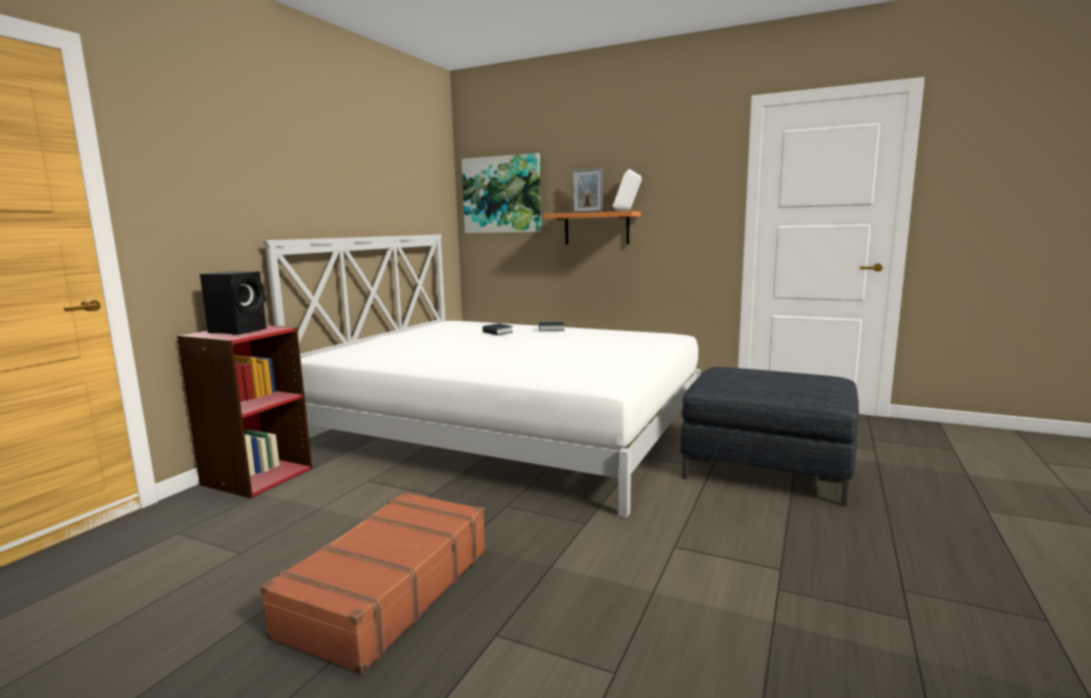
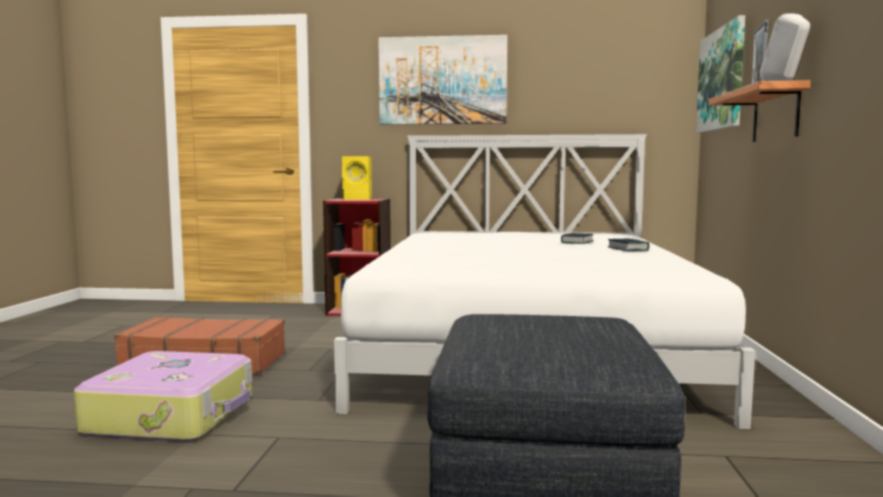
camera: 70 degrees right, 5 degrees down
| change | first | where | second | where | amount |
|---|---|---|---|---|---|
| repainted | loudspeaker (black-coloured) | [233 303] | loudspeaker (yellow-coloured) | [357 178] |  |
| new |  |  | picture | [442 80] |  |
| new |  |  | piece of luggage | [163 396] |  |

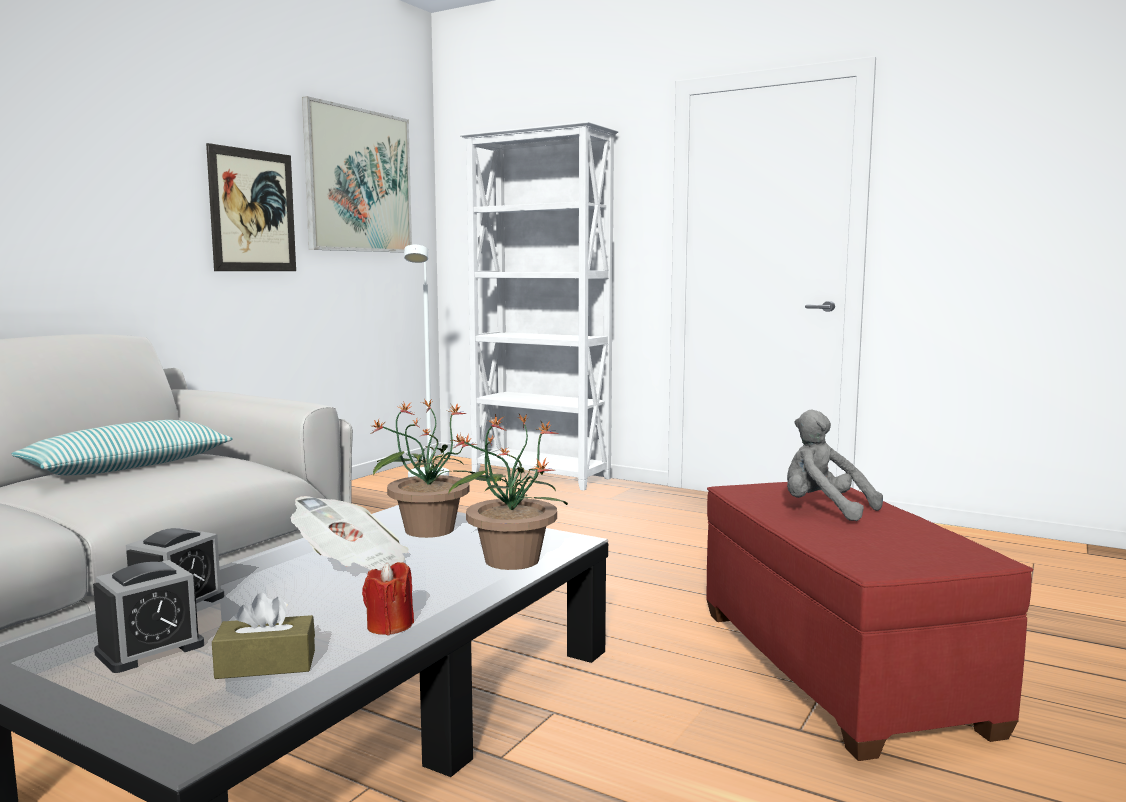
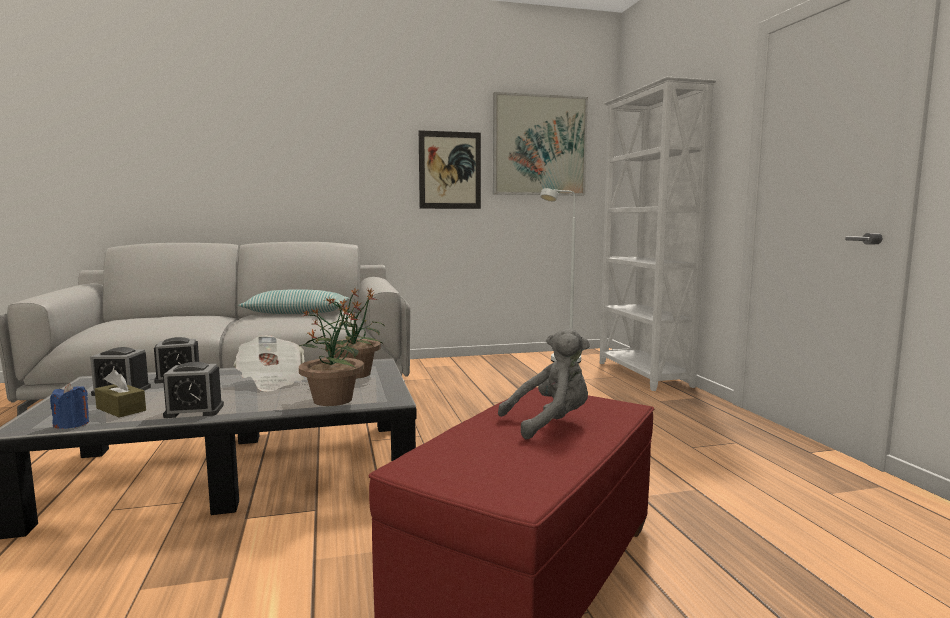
camera: 45 degrees right, 0 degrees up
| change | first | where | second | where | amount |
|---|---|---|---|---|---|
| rotated | soft toy (gray) | [835 465] |  | [544 384] | 75 degrees clockwise |
| swapped | wax candle (reddish) | [388 598] | table clock | [193 390] |  |
| new |  |  | wax candle (blue-coloured) | [69 406] |  |

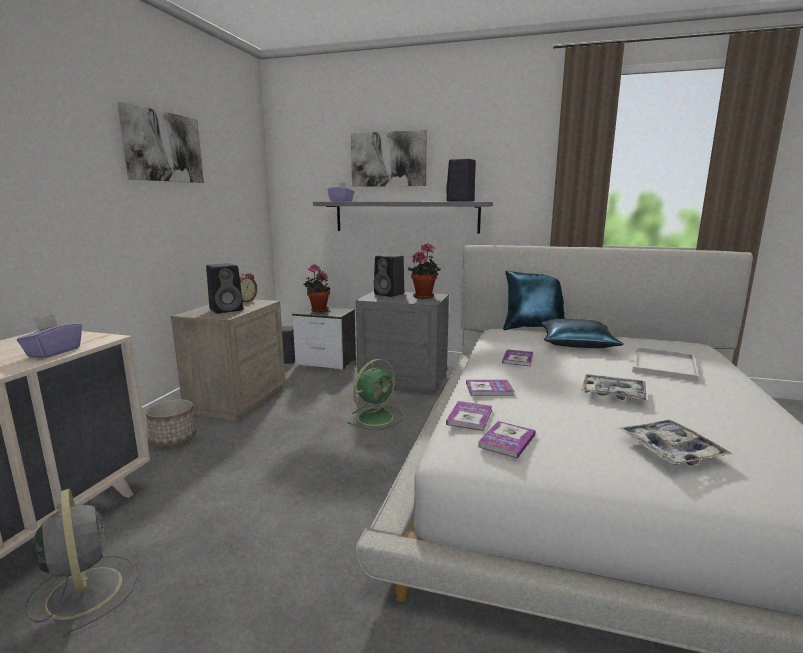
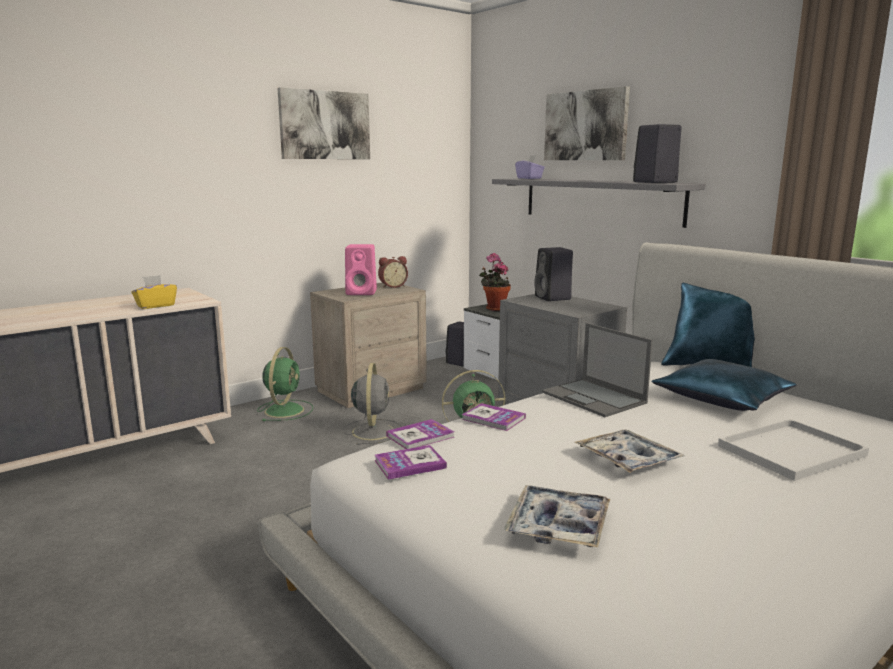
camera: 35 degrees right, 0 degrees up
| change | first | where | second | where | amount |
|---|---|---|---|---|---|
| gone | houseplant | [424 271] |  |  |  |
| repainted | loudspeaker (black-coloured) | [224 288] | loudspeaker (pink) | [361 269] |  |
| repainted | tissue holder (purple) | [49 336] | tissue holder (yellow-coloured) | [154 292] |  |
| swapped | book | [517 357] | laptop | [597 370] |  |
| swapped | planter | [171 423] | fan (green) | [285 384] |  |
| shifted | fan (gray) | [80 563] |  | [372 404] |  |

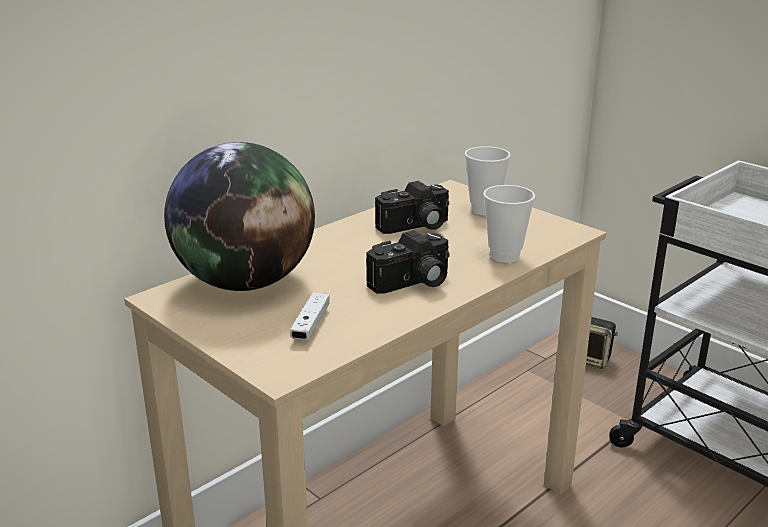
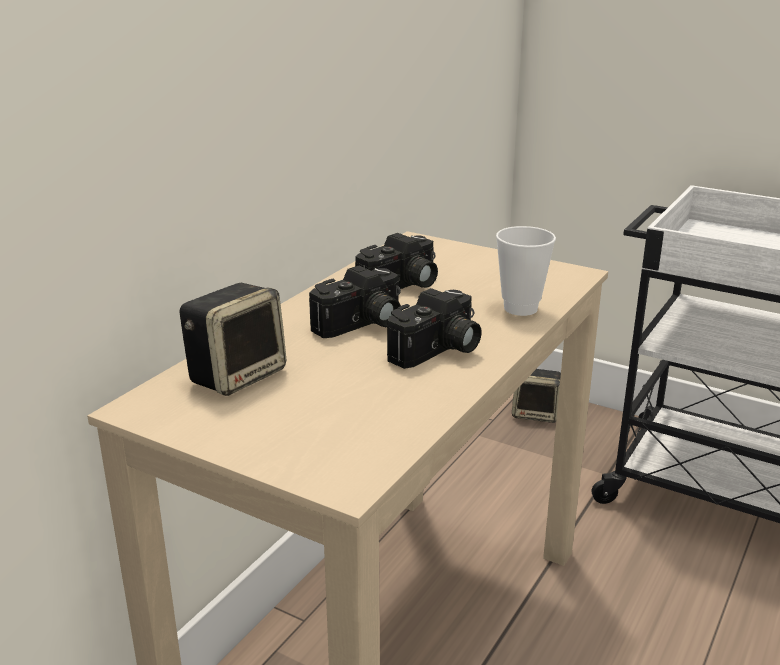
camera: 15 degrees left, 0 degrees up
| change | first | where | second | where | amount |
|---|---|---|---|---|---|
| swapped | world globe | [239 216] | loudspeaker | [233 339] |  |
| gone | cup | [488 180] |  |  |  |
| gone | gamepad (white) | [310 316] |  |  |  |
| new |  |  | photo camera | [355 302] |  |

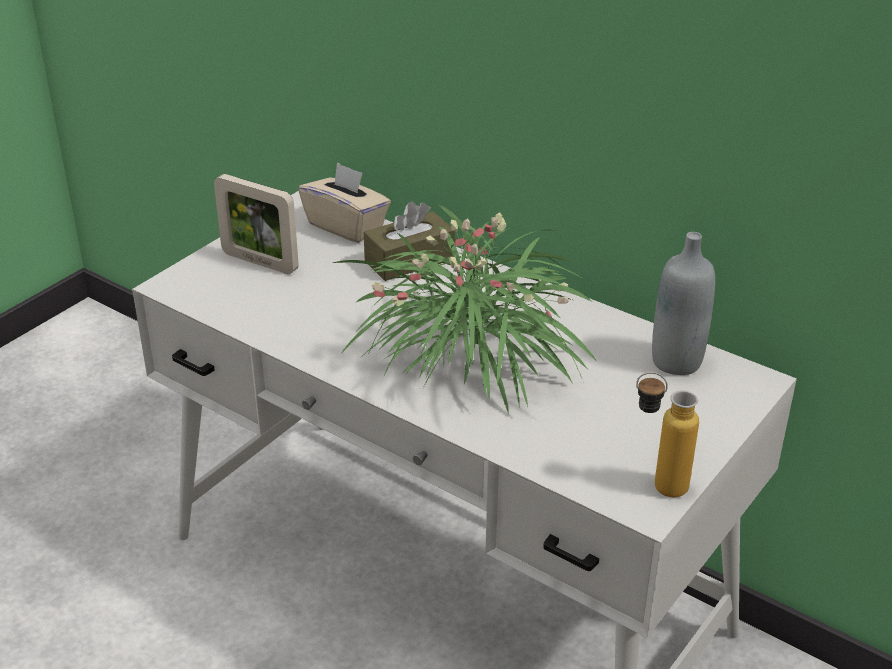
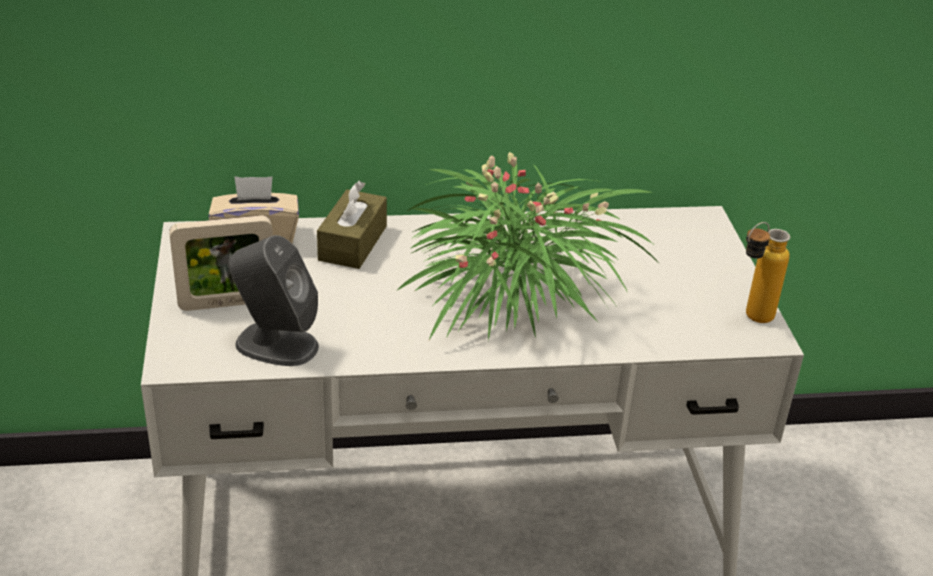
camera: 45 degrees left, 0 degrees up
| change | first | where | second | where | amount |
|---|---|---|---|---|---|
| gone | drink bottle (gray) | [683 303] |  |  |  |
| new |  |  | loudspeaker (gray) | [273 300] |  |

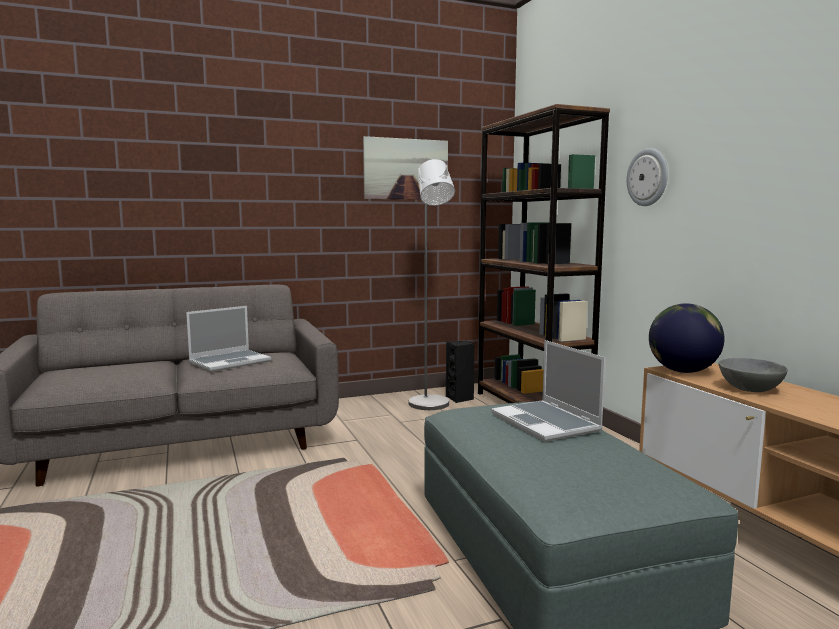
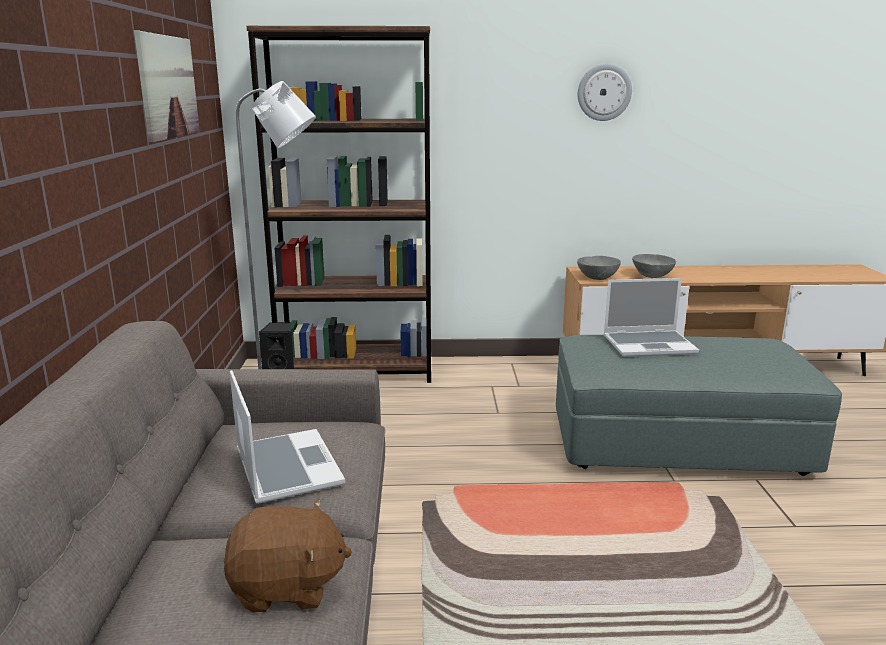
camera: 70 degrees left, 10 degrees up
| change | first | where | second | where | amount |
|---|---|---|---|---|---|
| shifted | hanging clock | [647 177] |  | [605 92] |  |
| swapped | world globe | [686 338] | deep dish (gray) | [599 268] |  |
| new |  |  | soft toy (brown) | [288 556] |  |

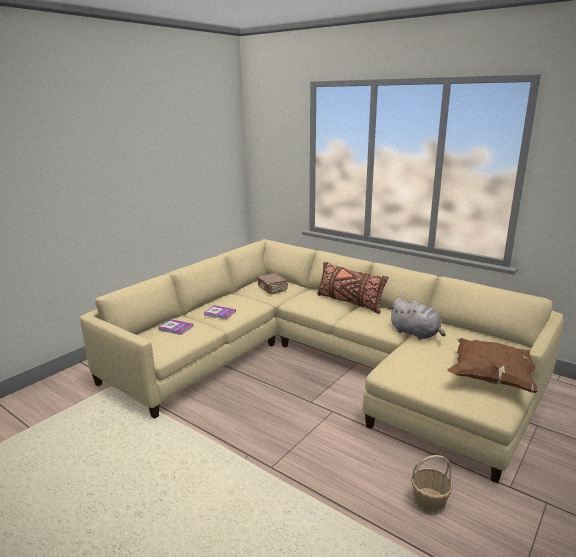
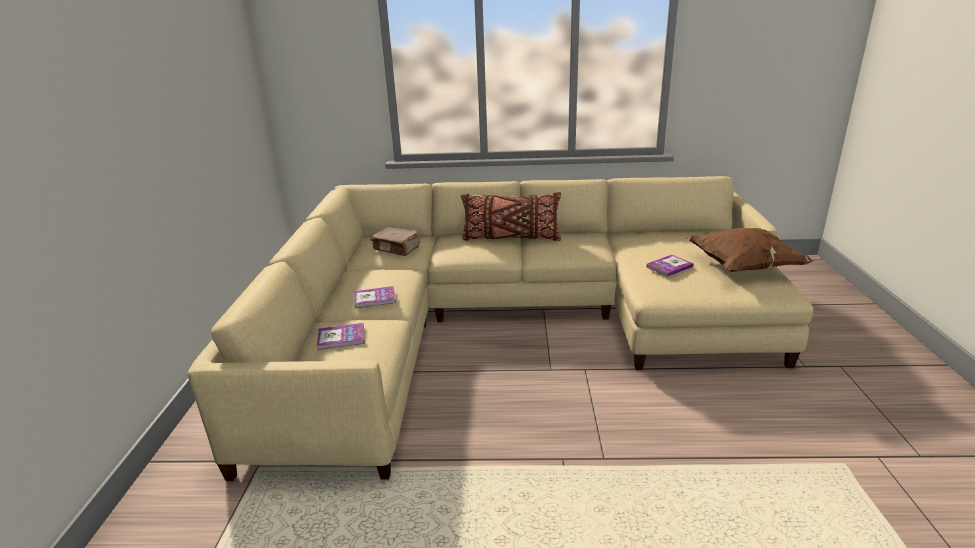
camera: 35 degrees left, 5 degrees up
| change | first | where | second | where | amount |
|---|---|---|---|---|---|
| gone | soft toy (gray) | [417 319] |  |  |  |
| gone | storage basket | [432 485] |  |  |  |
| new |  |  | book | [669 266] |  |

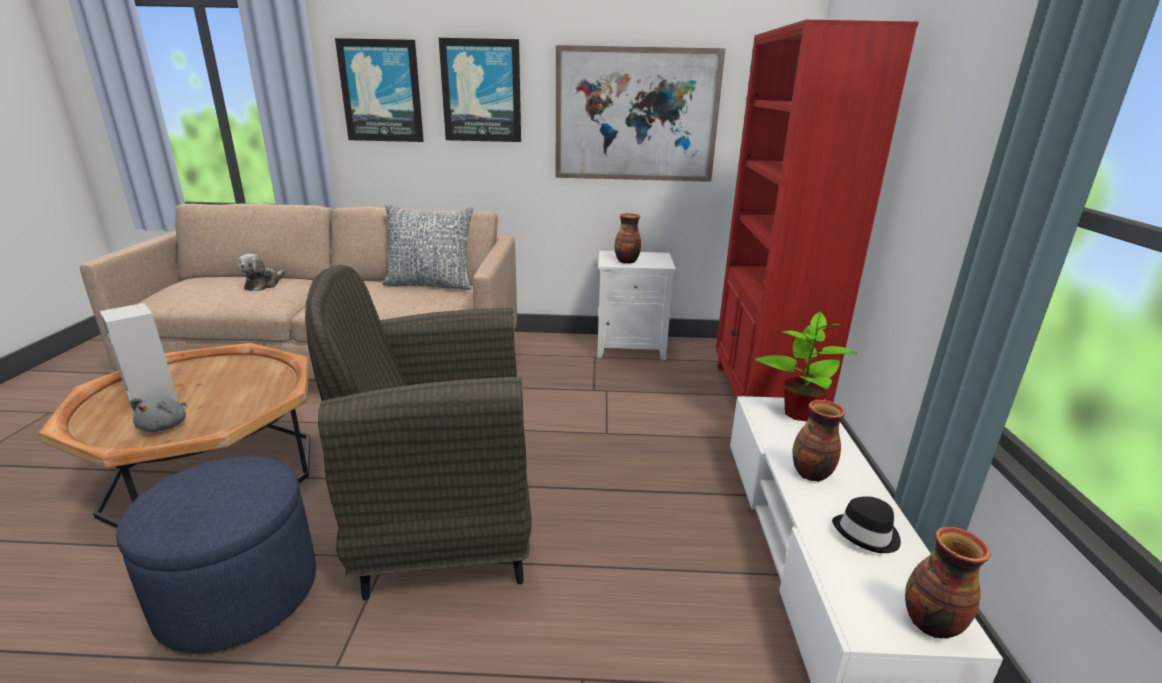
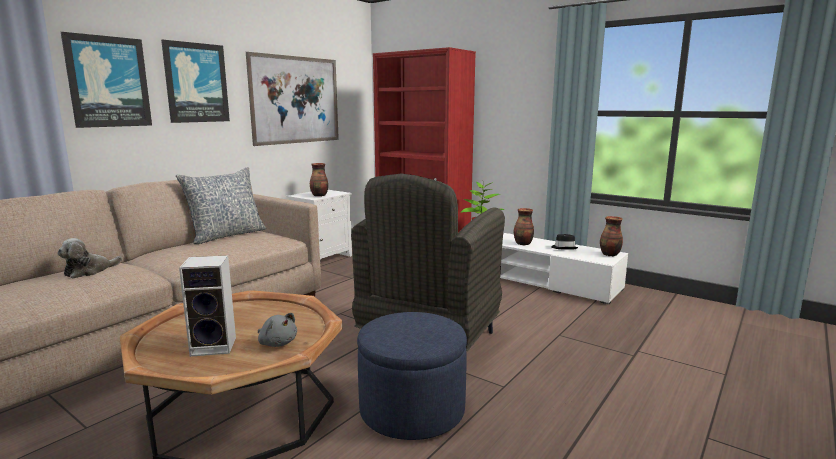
camera: 55 degrees left, 10 degrees down
| change | first | where | second | where | amount |
|---|---|---|---|---|---|
| rotated | soft toy | [261 272] |  | [89 258] | 75 degrees clockwise |

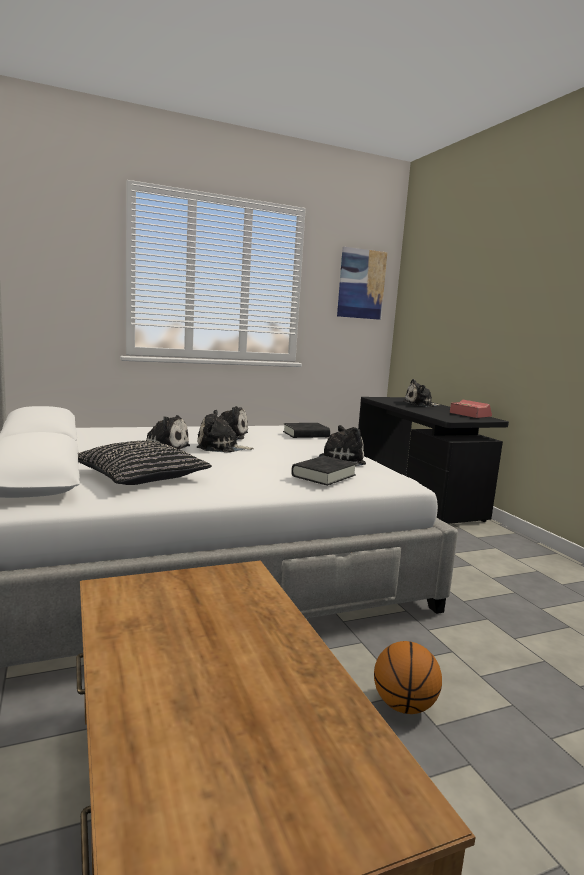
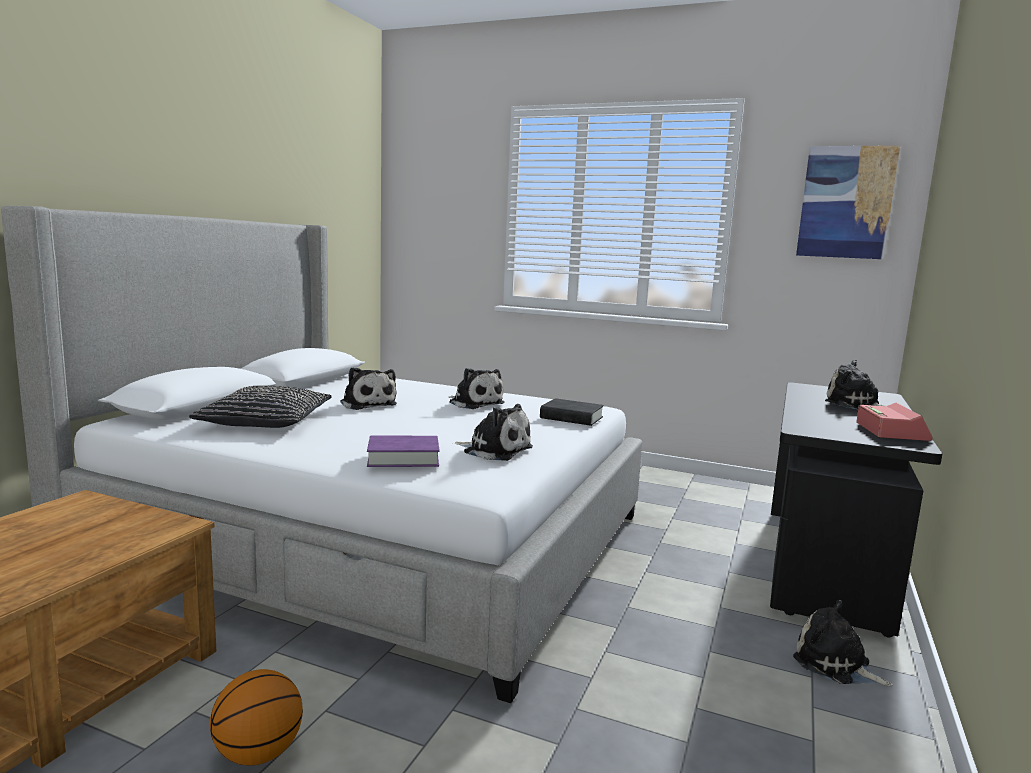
camera: 45 degrees right, 0 degrees up
| change | first | where | second | where | amount |
|---|---|---|---|---|---|
| shifted | soft toy | [225 431] |  | [843 643] |  |
| repainted | book (black-coloured) | [324 471] | book (purple) | [403 451] |  |

